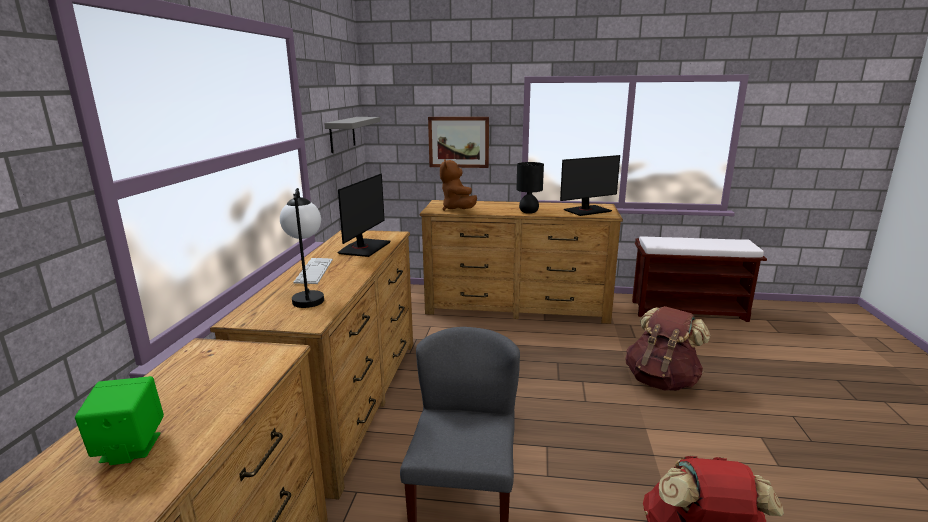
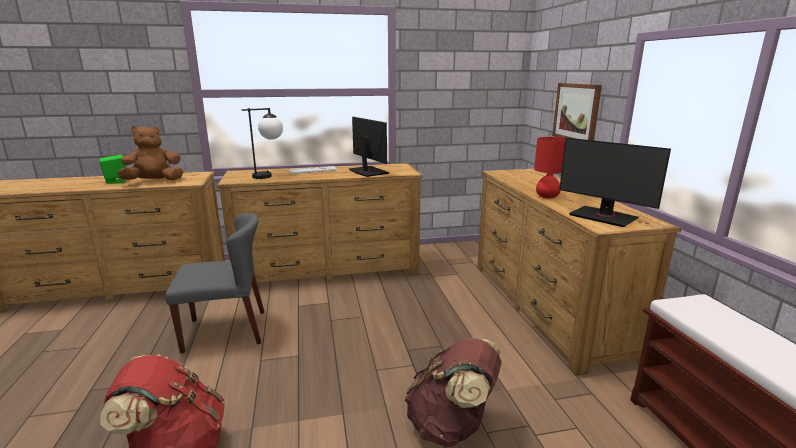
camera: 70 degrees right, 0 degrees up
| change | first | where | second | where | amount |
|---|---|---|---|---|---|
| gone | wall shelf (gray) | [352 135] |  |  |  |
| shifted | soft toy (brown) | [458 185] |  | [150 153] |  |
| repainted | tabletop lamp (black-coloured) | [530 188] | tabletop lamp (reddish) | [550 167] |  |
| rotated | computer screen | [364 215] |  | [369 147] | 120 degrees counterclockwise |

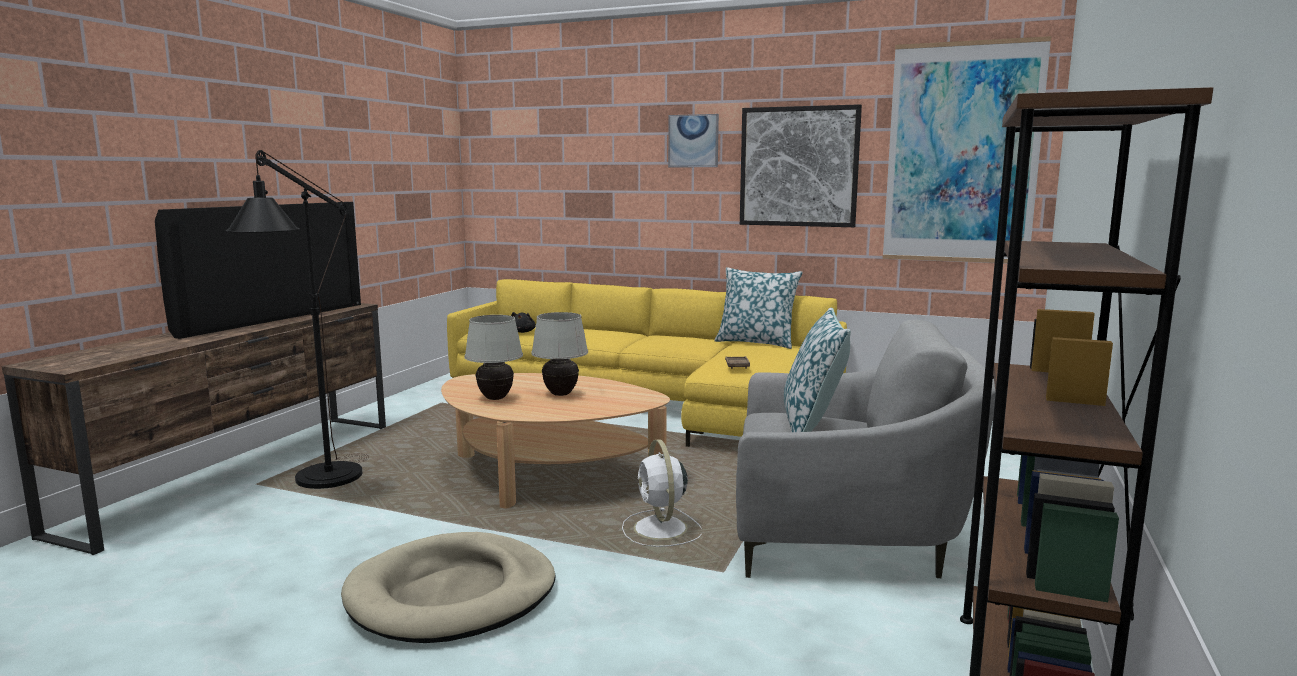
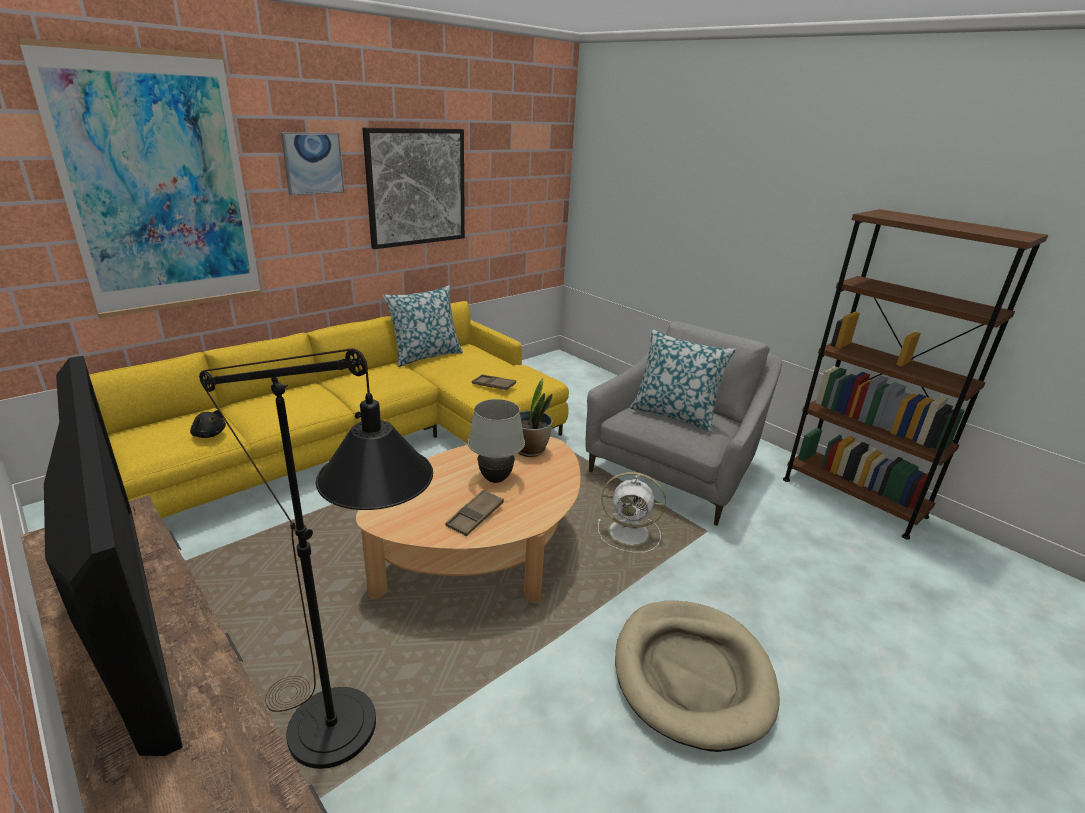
camera: 65 degrees left, 15 degrees up
| change | first | where | second | where | amount |
|---|---|---|---|---|---|
| shifted | picture | [966 149] |  | [140 178] |  |
| swapped | tabletop lamp (white) | [494 357] | carrying tray (brown) | [475 513] |  |
| new |  |  | houseplant | [535 417] |  |

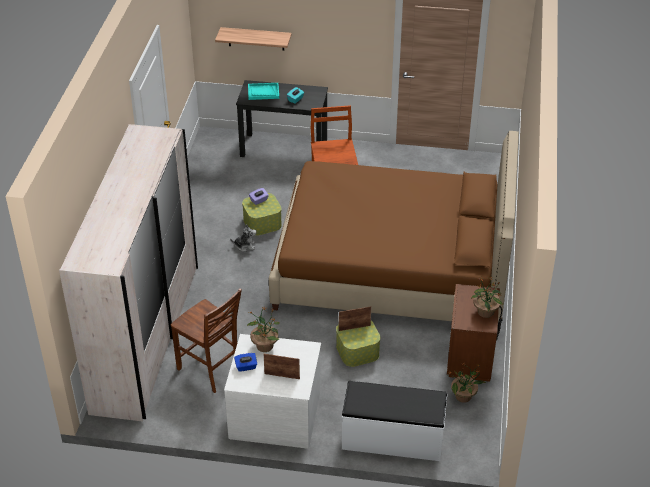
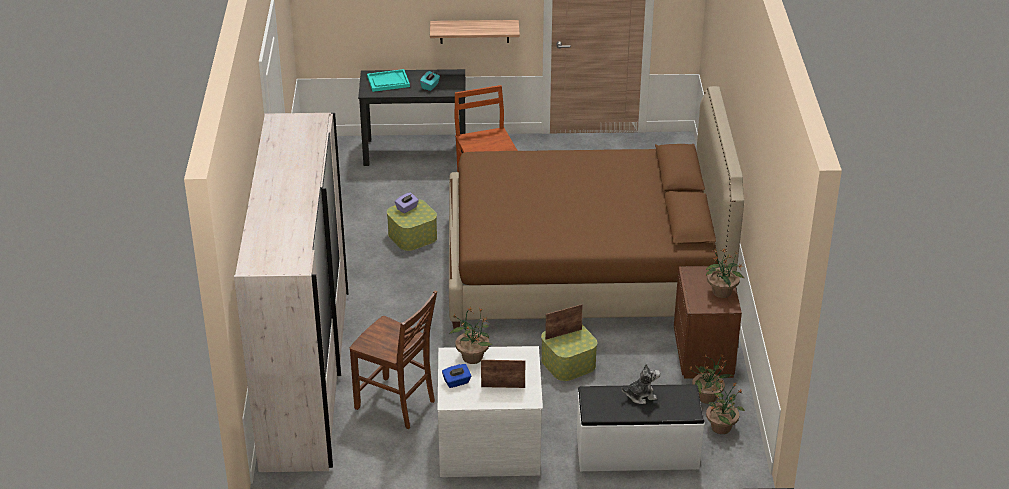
camera: 10 degrees left, 5 degrees down
| change | first | where | second | where | amount |
|---|---|---|---|---|---|
| shifted | wall shelf | [253 39] |  | [475 32] |  |
| shifted | soft toy | [243 238] |  | [641 383] |  |
| new |  |  | houseplant | [725 407] |  |

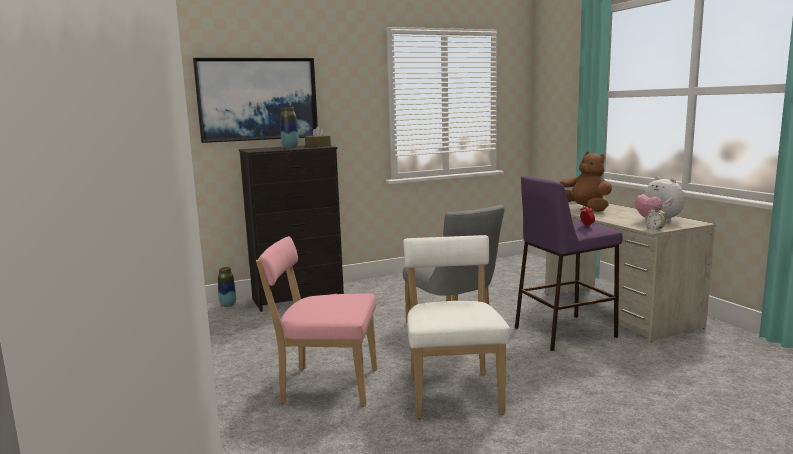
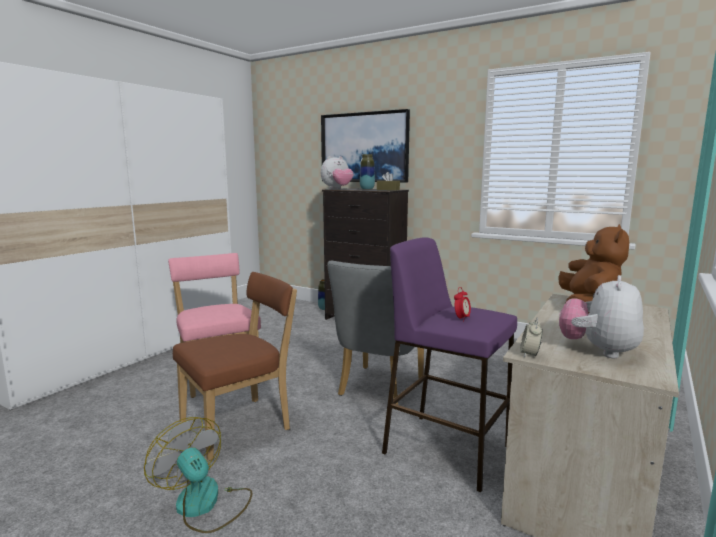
camera: 55 degrees right, 0 degrees up
| change | first | where | second | where | amount |
|---|---|---|---|---|---|
| repainted | chair (white) | [456 327] | chair (brown) | [235 366] |  |
| new |  |  | soft toy | [337 172] |  |
| new |  |  | fan | [198 475] |  |

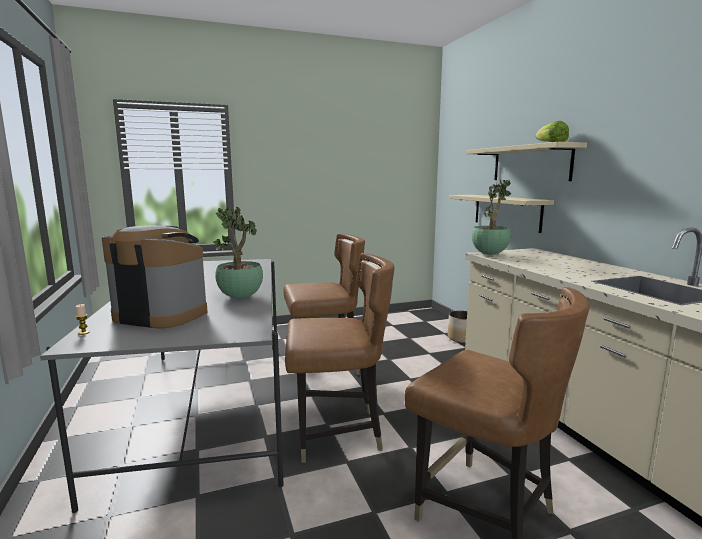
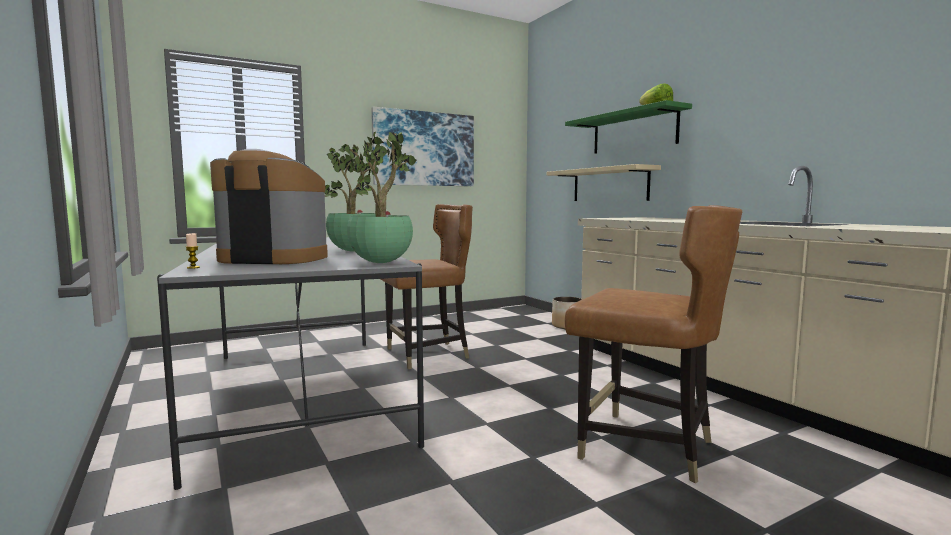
camera: 10 degrees left, 5 degrees down
| change | first | where | second | where | amount |
|---|---|---|---|---|---|
| repainted | wall shelf (beige-coloured) | [526 161] | wall shelf (green) | [628 127] |  |
| shifted | houseplant | [491 217] |  | [382 197] |  |
| gone | chair (brown) | [340 358] |  |  |  |
| new |  |  | picture | [422 146] |  |

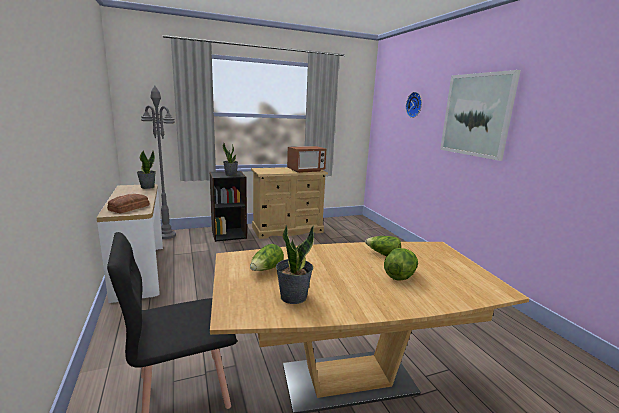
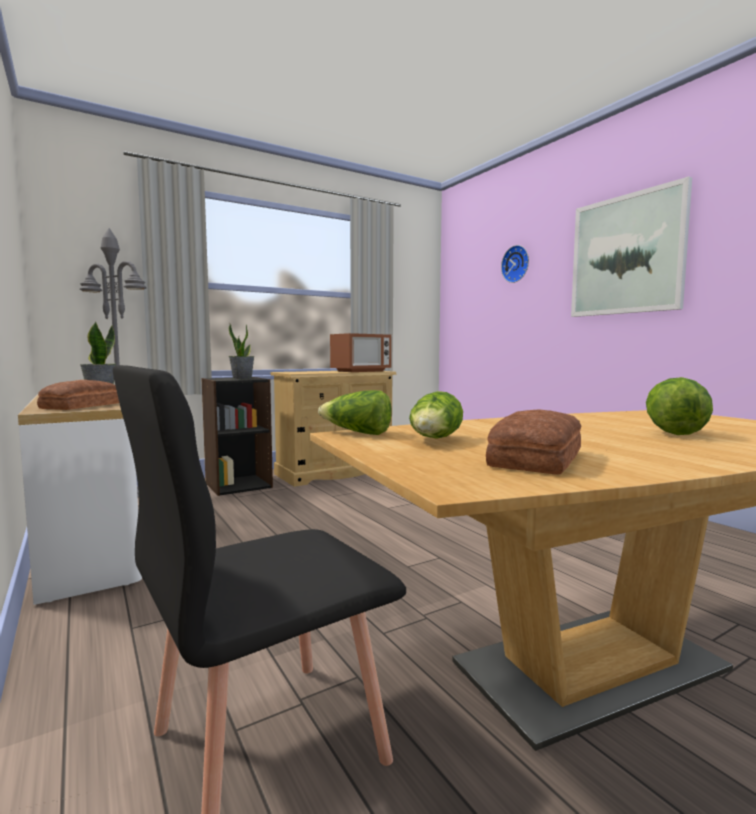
camera: 10 degrees left, 10 degrees down
| change | first | where | second | where | amount |
|---|---|---|---|---|---|
| swapped | houseplant | [295 264] | baked bread | [533 442] |  |
| shifted | lettuce head | [383 246] |  | [355 412] |  |

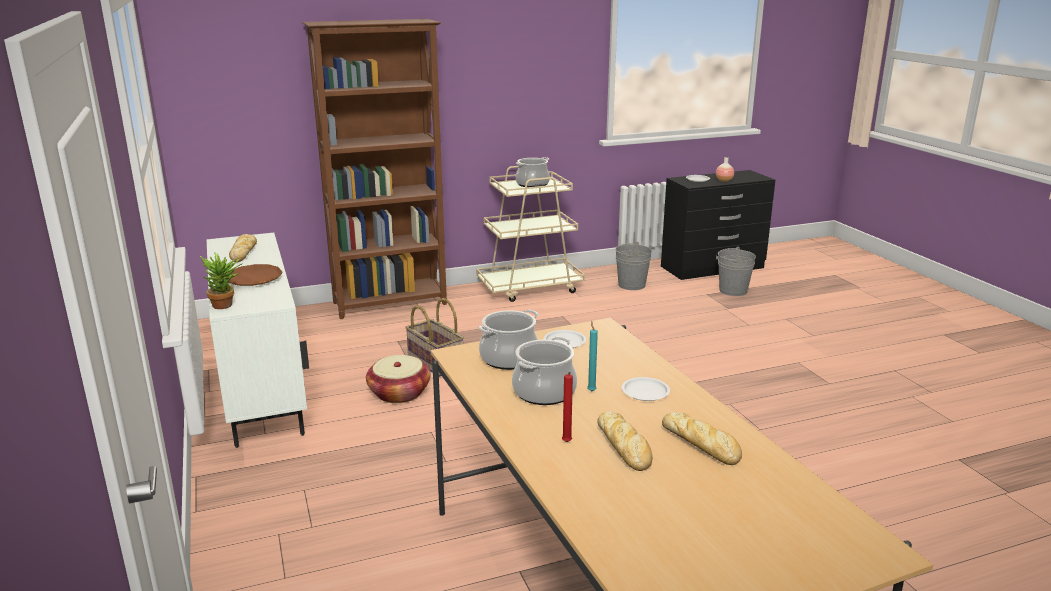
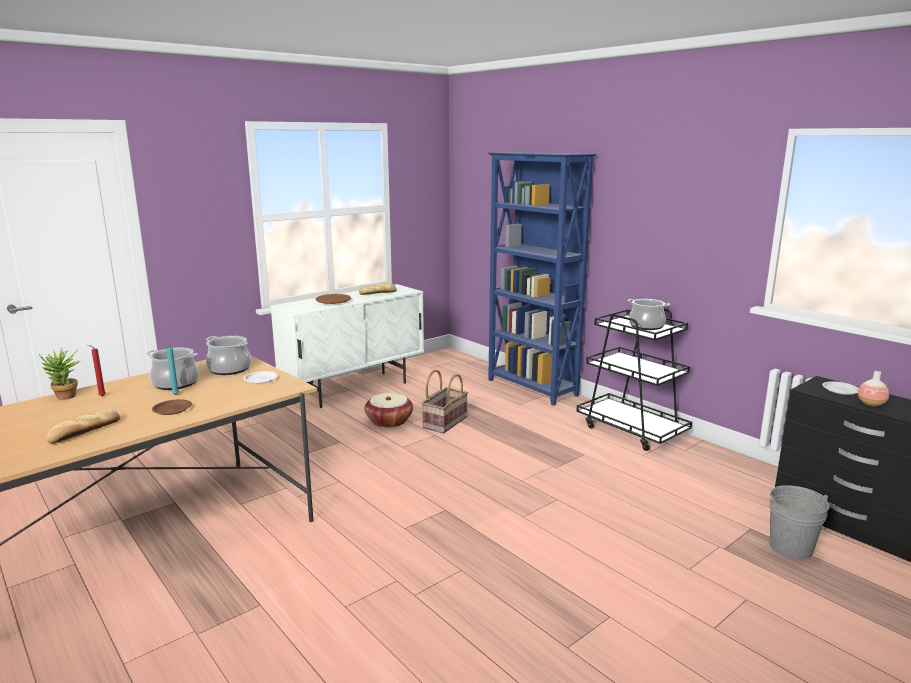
camera: 70 degrees right, 5 degrees down
| change | first | where | second | where | amount |
|---|---|---|---|---|---|
| repainted | bookshelf (brown) | [374 169] | bookshelf (blue-coloured) | [542 279] |  |
| repainted | trolley (beige-coloured) | [531 234] | trolley (black-coloured) | [634 379] |  |
| gone | bucket (gray) | [633 266] |  |  |  |
| shifted | houseplant | [221 280] |  | [60 373] |  |
| repainted | dinner plate (white) | [646 389] | dinner plate (brown) | [172 407] |  |
| gone | baked bread | [624 441] |  |  |  |

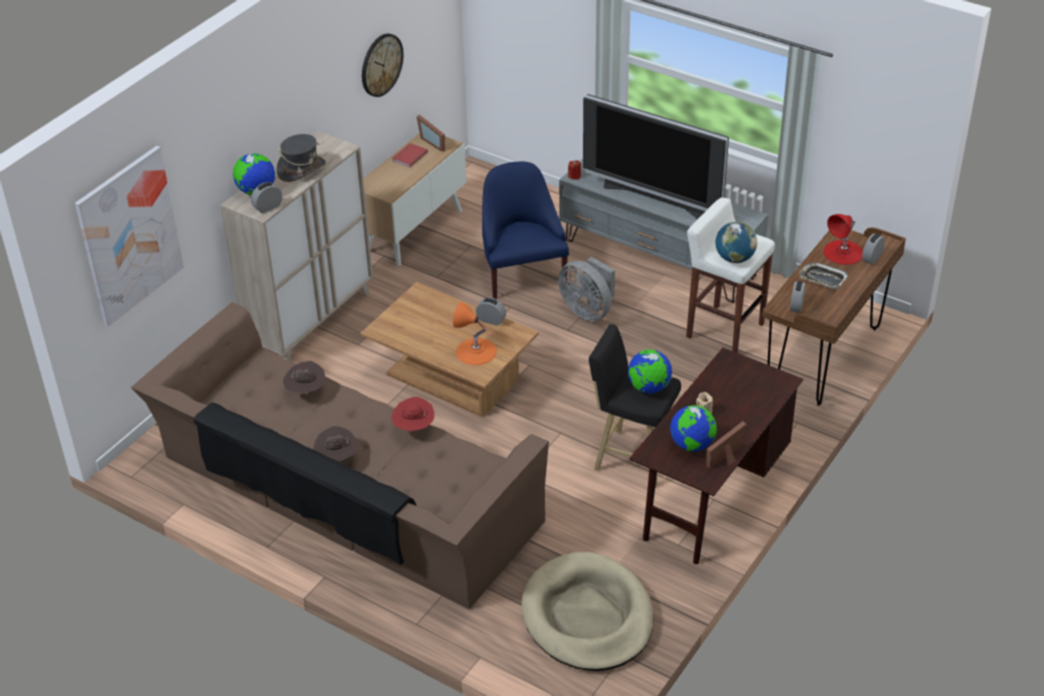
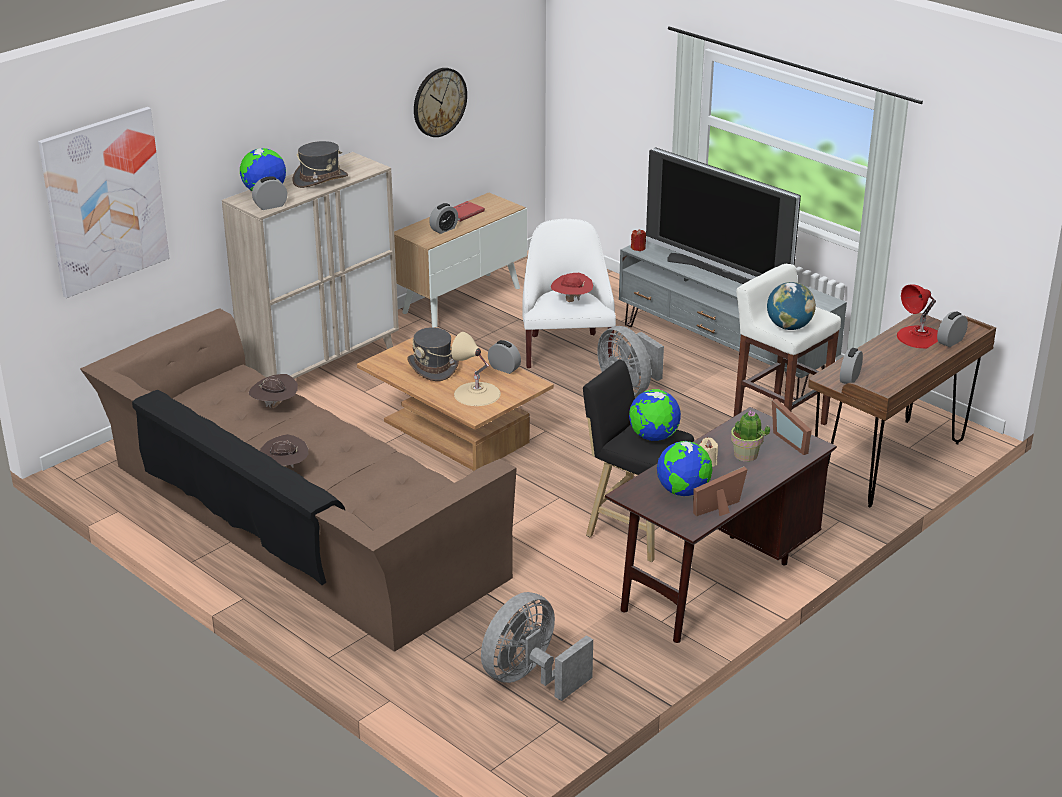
camera: 10 degrees right, 10 degrees down
| change | first | where | second | where | amount |
|---|---|---|---|---|---|
| shifted | standing frame | [430 133] |  | [792 427] |  |
| repainted | easy chair (blue-coloured) | [525 230] | easy chair (white) | [569 293] |  |
| gone | carrying tray | [823 275] |  |  |  |
| repainted | tabletop lamp (orangey) | [475 333] | tabletop lamp (beige-coloured) | [476 369] |  |
| shifted | hat (reddish) | [412 414] |  | [572 287] |  |
| swapped | pet bed (beige-coloured) | [588 611] | fan (gray) | [537 646] |  |
| new |  |  | table clock | [443 218] |  |
| new |  |  | hat (gray) | [433 354] |  |
| new |  |  | houseplant | [750 436] |  |

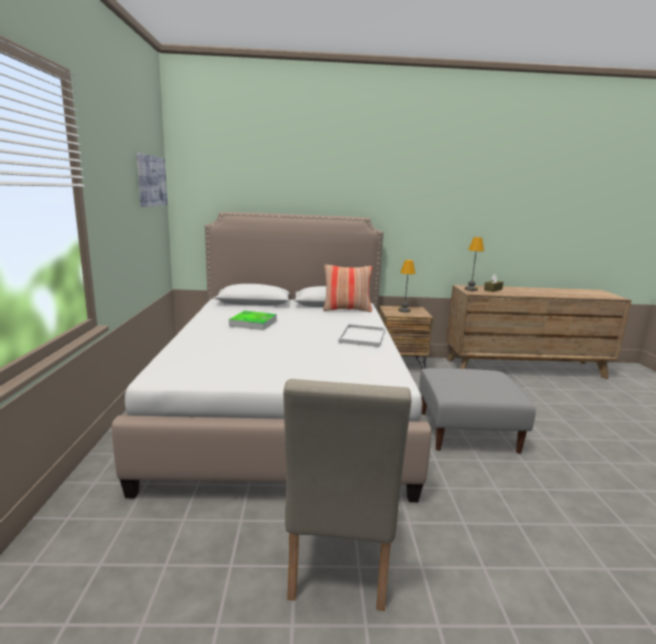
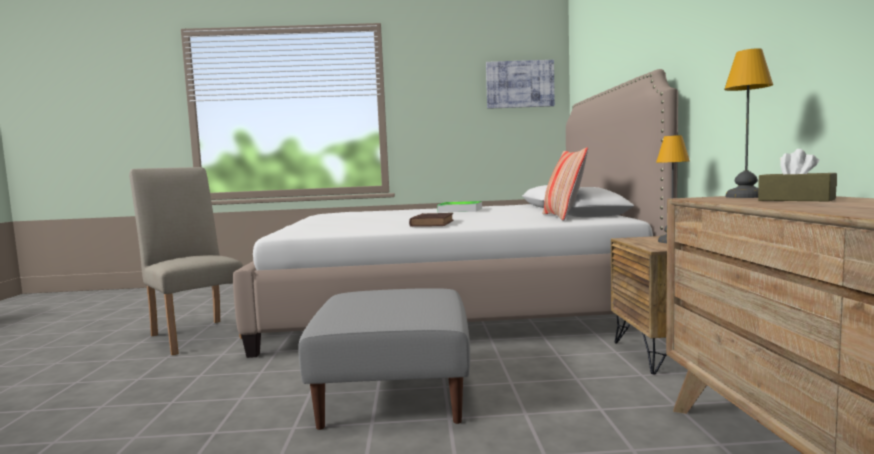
camera: 90 degrees right, 10 degrees down
| change | first | where | second | where | amount |
|---|---|---|---|---|---|
| swapped | carrying tray (white) | [361 335] | book (brown) | [431 220] |  |
| rotated | chair (beige-coloured) | [347 495] |  | [186 261] | 45 degrees clockwise |

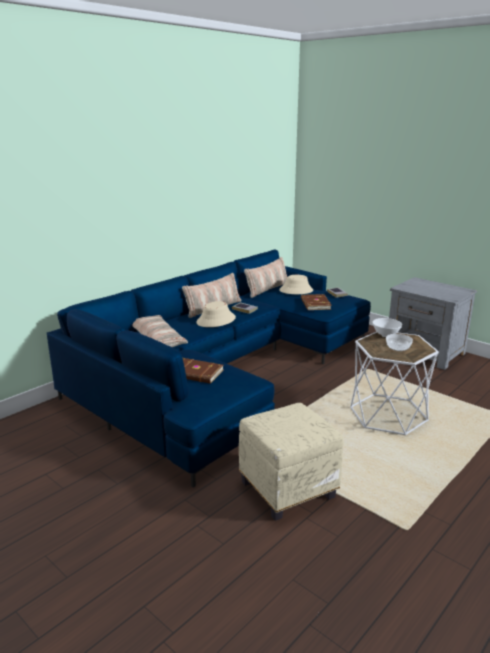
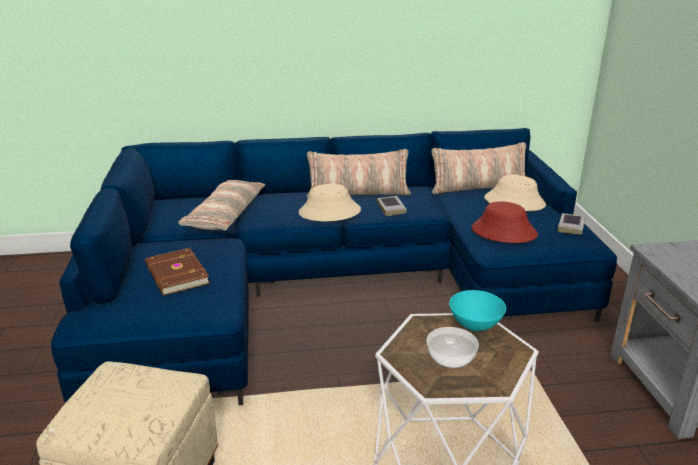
camera: 40 degrees right, 5 degrees up
| change | first | where | second | where | amount |
|---|---|---|---|---|---|
| swapped | book (brown) | [316 302] | hat (reddish) | [504 222] |  |
| repainted | deep dish (white) | [387 327] | deep dish (blue-green) | [477 310] |  |

